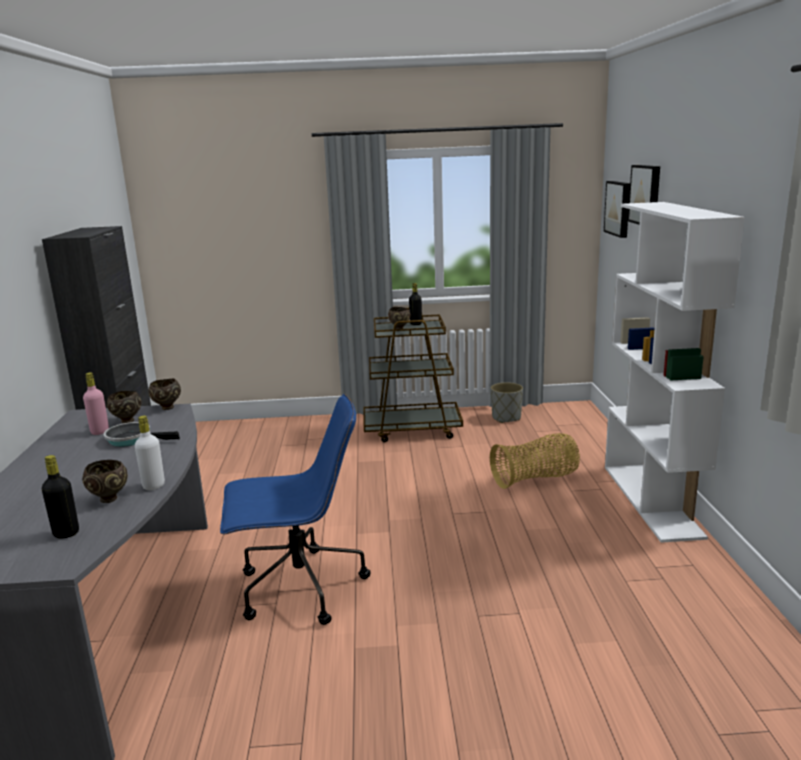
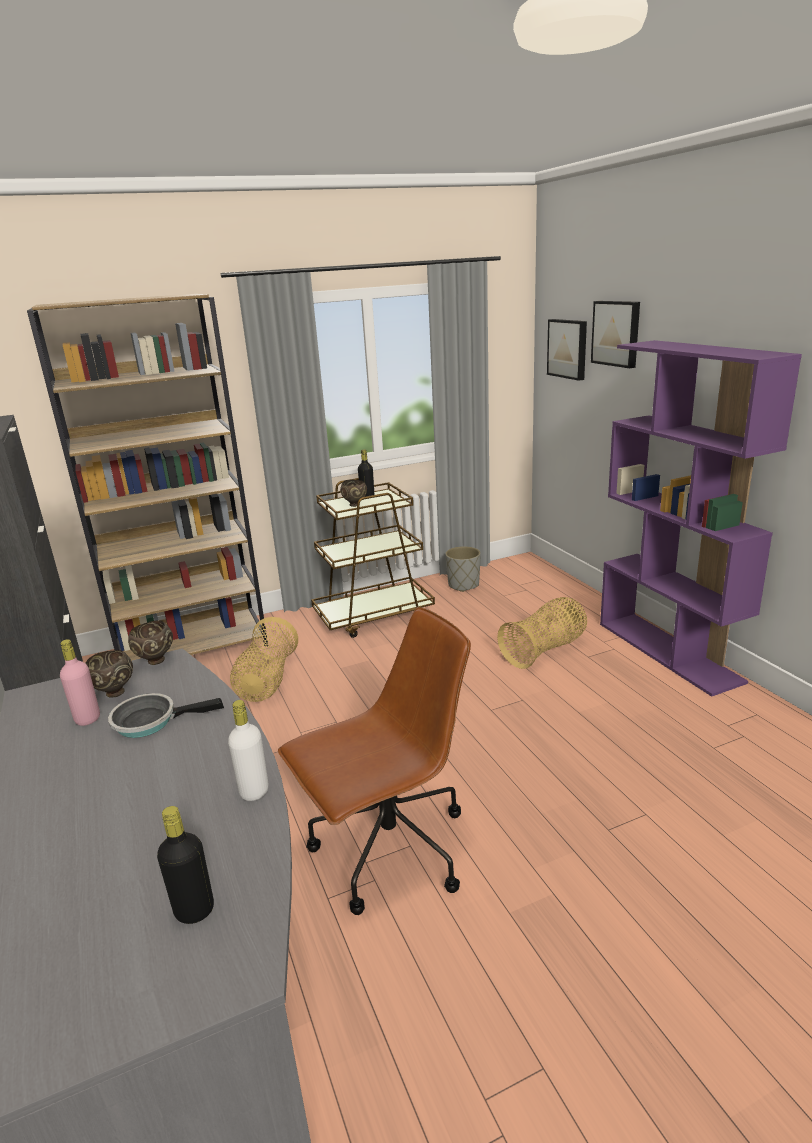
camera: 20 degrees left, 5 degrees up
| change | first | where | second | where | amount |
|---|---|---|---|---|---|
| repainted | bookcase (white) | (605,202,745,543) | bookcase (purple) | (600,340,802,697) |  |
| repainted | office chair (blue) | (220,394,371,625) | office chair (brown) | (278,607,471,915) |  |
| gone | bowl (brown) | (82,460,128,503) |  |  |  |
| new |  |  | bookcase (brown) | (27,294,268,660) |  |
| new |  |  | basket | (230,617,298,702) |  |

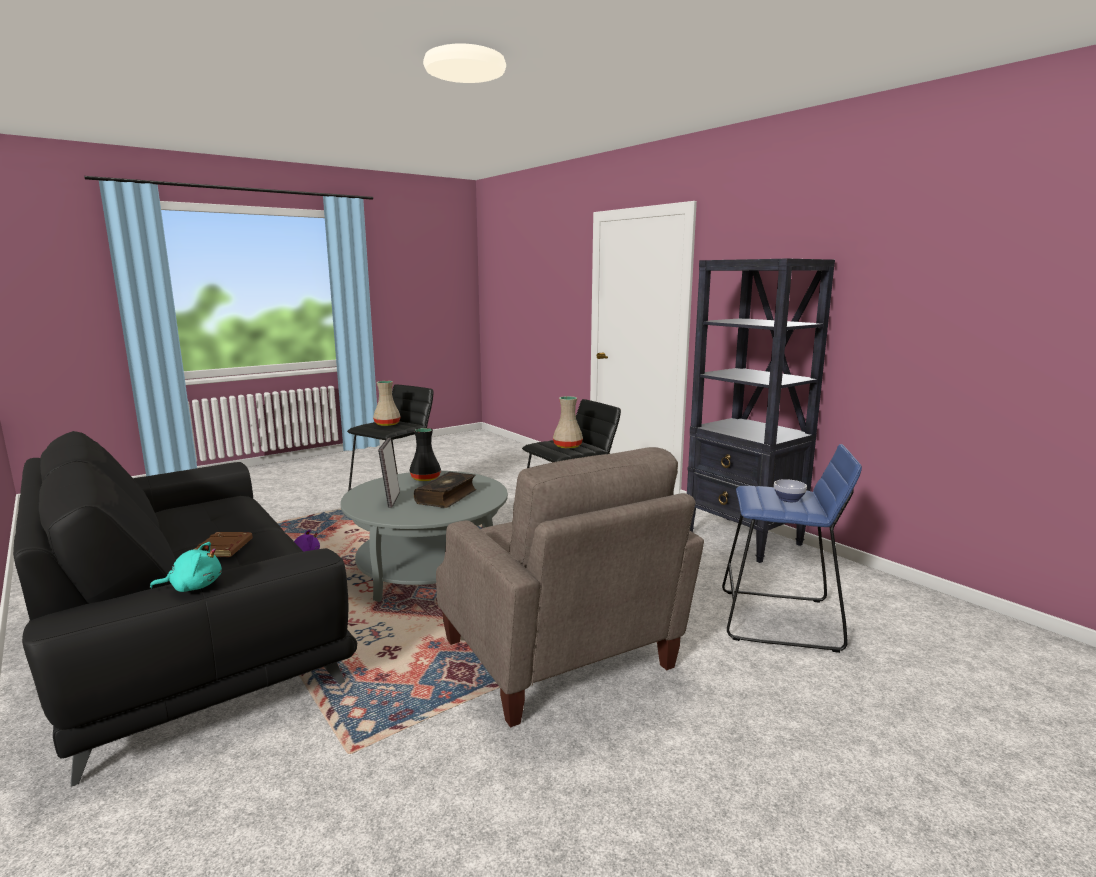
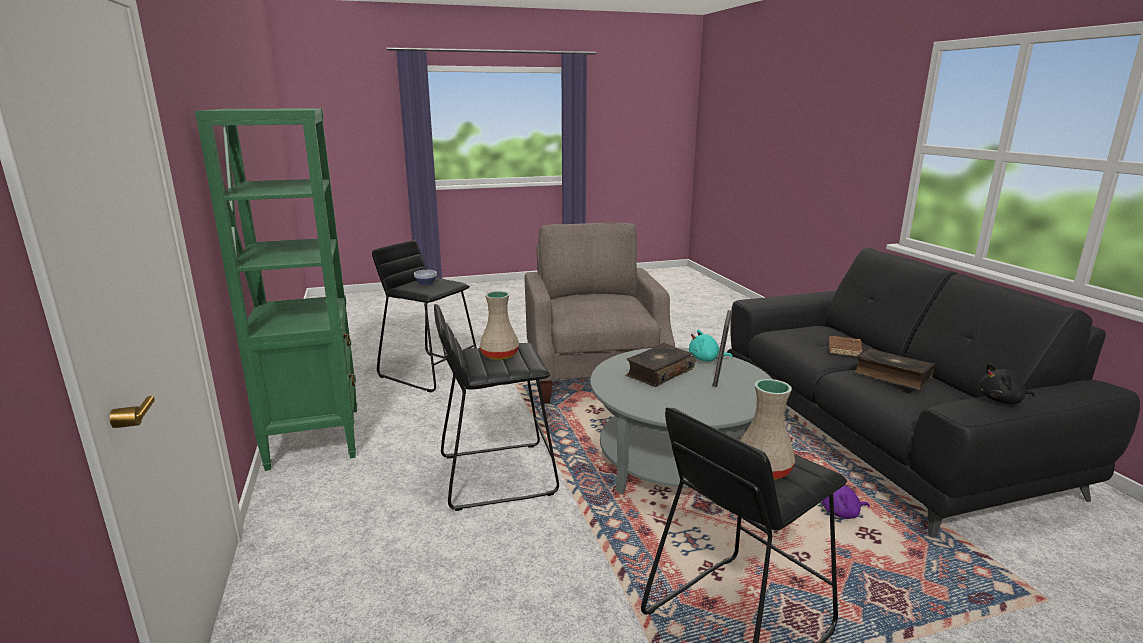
camera: 160 degrees left, 5 degrees up
| change | first | where | second | where | amount |
|---|---|---|---|---|---|
| repainted | bookcase (black) | (687,258,835,563) | bookcase (green) | (195,108,357,471) |  |
| gone | vase (black) | (409,428,441,481) |  |  |  |
| repainted | stool (blue) | (722,444,862,653) | stool (black) | (372,240,477,392) |  |
| shifted | plush toy (turquoise) | (150,542,222,592) |  | (689,330,733,362) |  |
| new |  |  | book | (854,348,935,390) |  |
| new |  |  | plush toy (black) | (979,363,1035,404) |  |

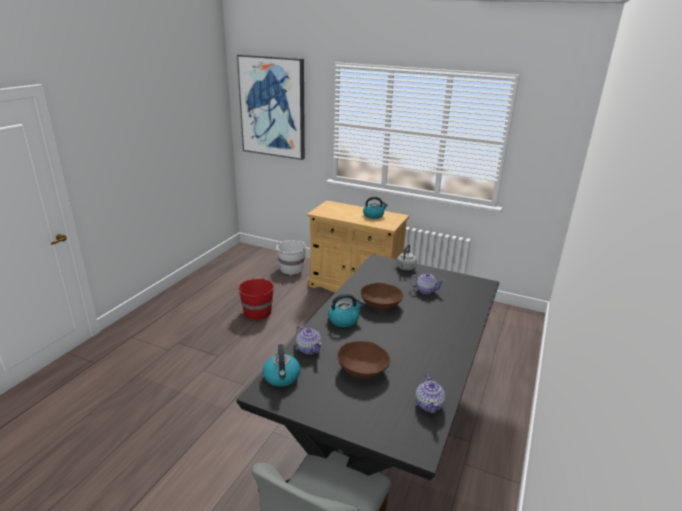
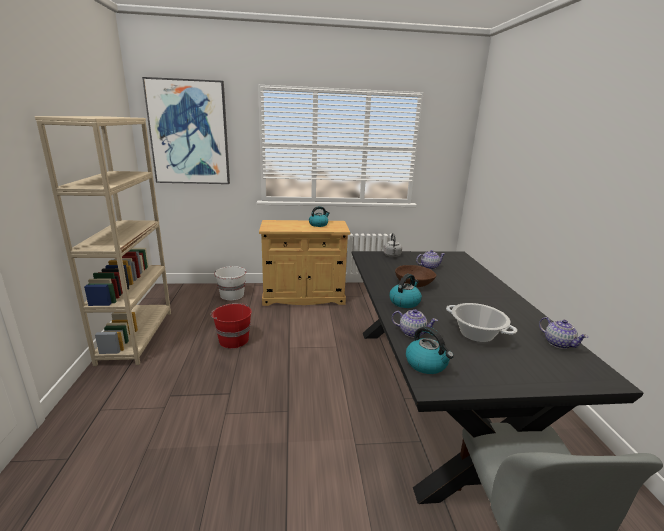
camera: 30 degrees left, 5 degrees down
| change | first | where | second | where | amount |
|---|---|---|---|---|---|
| swapped | bowl (brown) | (337,341,390,379) | cooking pot | (446,303,517,342) |  |
| new |  |  | bookcase (beige) | (35,116,171,366) |  |

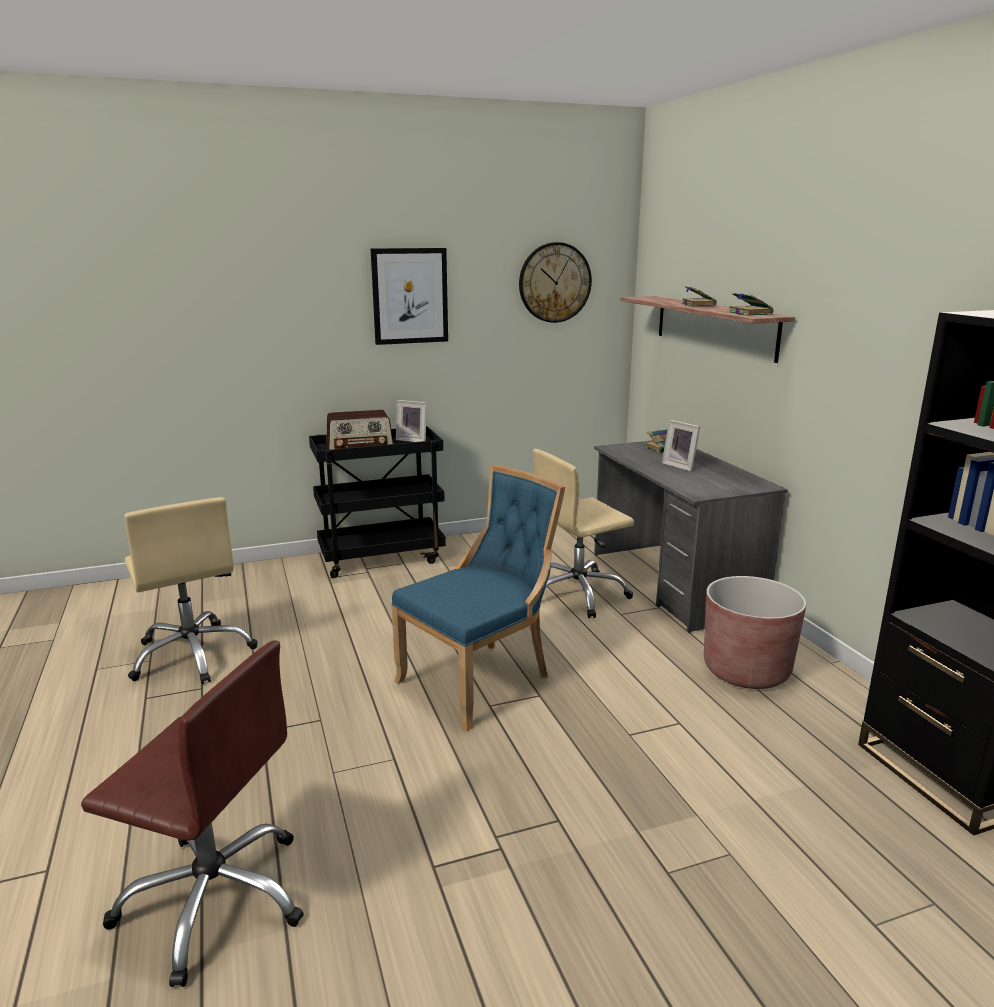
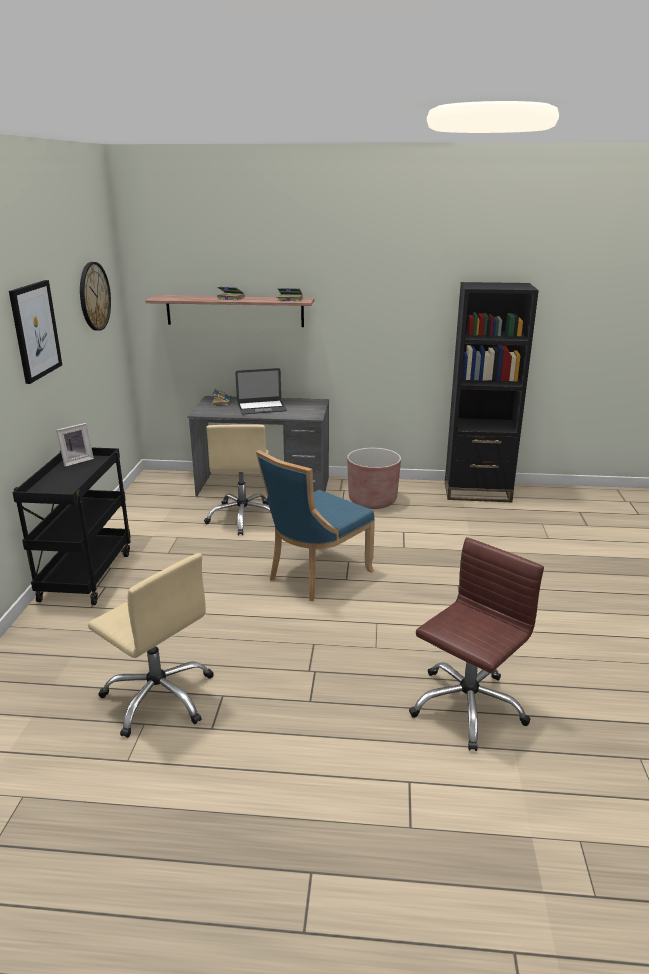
camera: 65 degrees left, 5 degrees up
| change | first | where | second | where | amount |
|---|---|---|---|---|---|
| gone | radio | (326,410,393,450) |  |  |  |
| swapped | picture frame | (662,420,700,472) | laptop | (235,368,287,414) |  |
| rotated | chair (blue) | (391,465,565,731) |  | (256,450,375,601) | 120 degrees counterclockwise |
| rotated | office chair (beige) | (125,497,258,684) |  | (88,553,214,738) | 45 degrees clockwise |

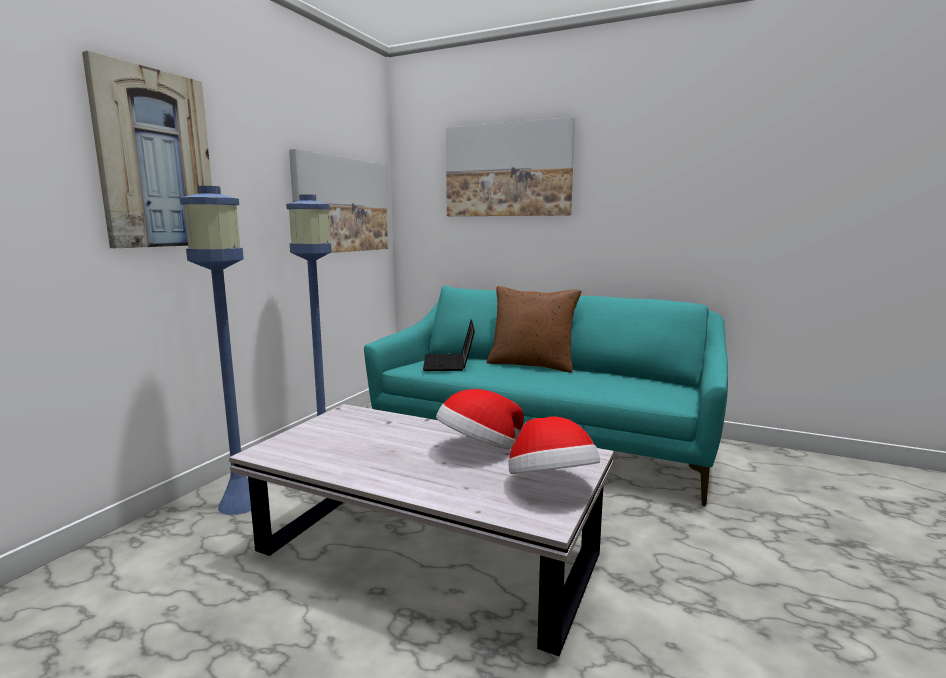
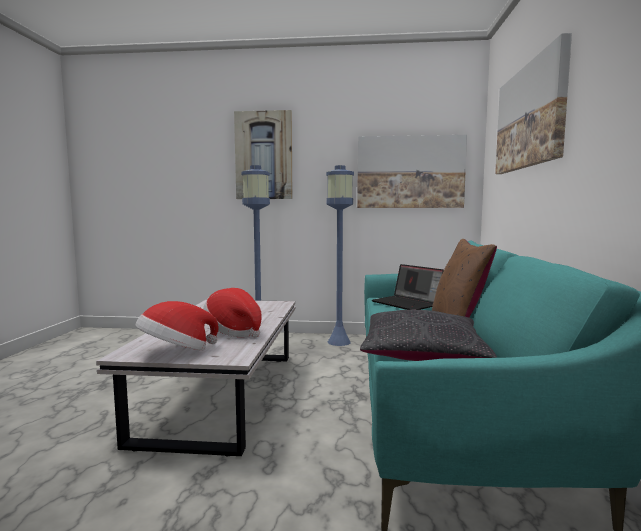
camera: 70 degrees right, 5 degrees down
| change | first | where | second | where | amount |
|---|---|---|---|---|---|
| rotated | laptop | (423,319,475,371) |  | (372,264,444,310) | 105 degrees counterclockwise |
| new |  |  | pillow (black) | (360,310,497,361) |  |

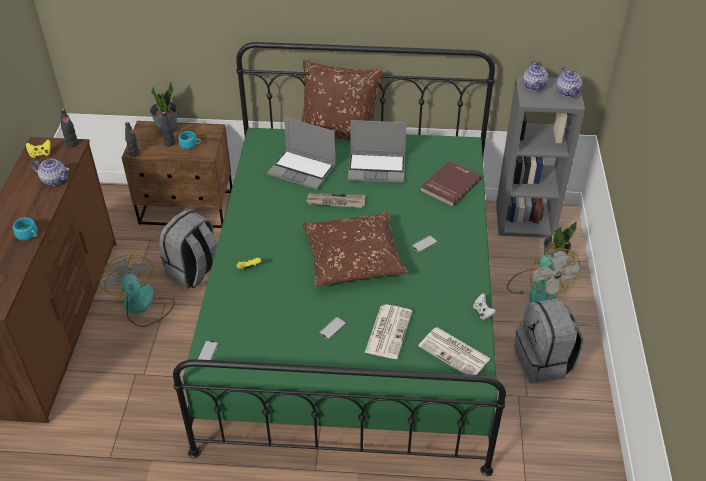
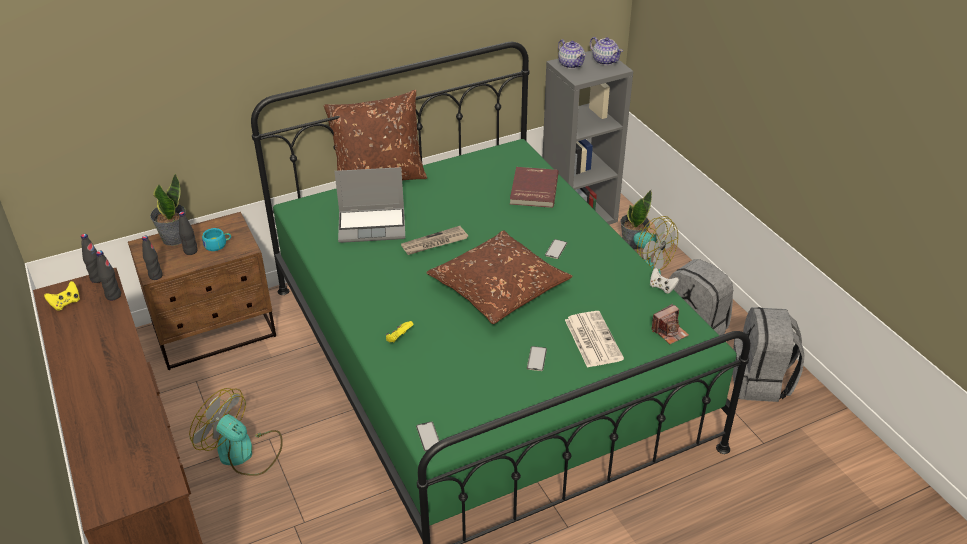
camera: 30 degrees left, 5 degrees down
| change | first | where | second | where | amount |
|---|---|---|---|---|---|
| gone | laptop | (348,120,407,183) |  |  |  |
| gone | teapot | (32,159,70,186) |  |  |  |
| shifted | backpack (grey) | (159,210,218,289) |  | (732,307,805,402) |  |
| gone | cup (turquoise) | (13,217,37,241) |  |  |  |
| swapped | newspaper | (418,327,491,375) | photo camera | (651,304,689,344) |  |
| new |  |  | bottle (black) | (96,251,121,301) |  |

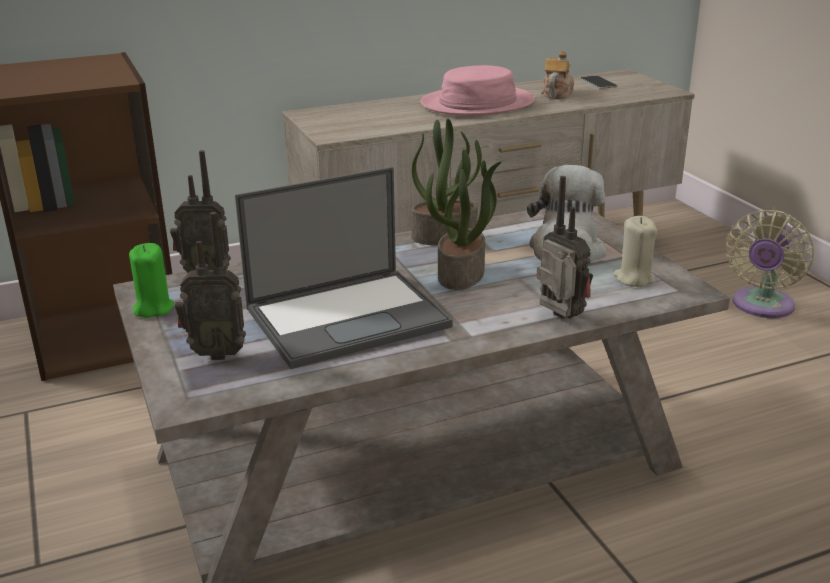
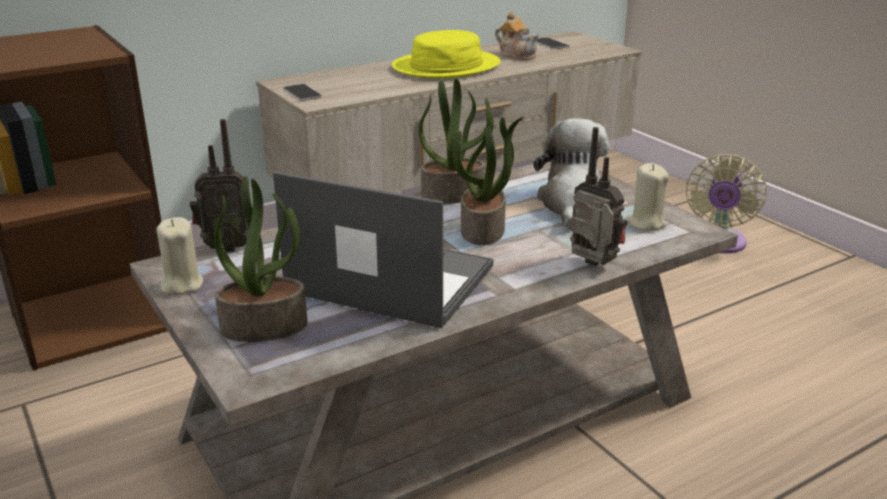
camera: 10 degrees left, 0 degrees up
| change | first | where | second | where | amount |
|---|---|---|---|---|---|
| rotated | teapot | (541,51,574,99) |  | (495,12,539,60) | 120 degrees clockwise |
| repainted | hat (pink) | (421,65,535,116) | hat (yellow) | (392,30,501,78) |  |
| rotated | laptop | (235,167,453,369) |  | (273,171,493,328) | 120 degrees counterclockwise |
| swapped | radio | (175,212,246,360) | potted plant | (214,176,307,342) |  |
| repainted | candle (green) | (129,243,174,318) | candle (beige) | (156,217,203,295) |  |
| new |  |  | phone | (283,84,322,101) |  |

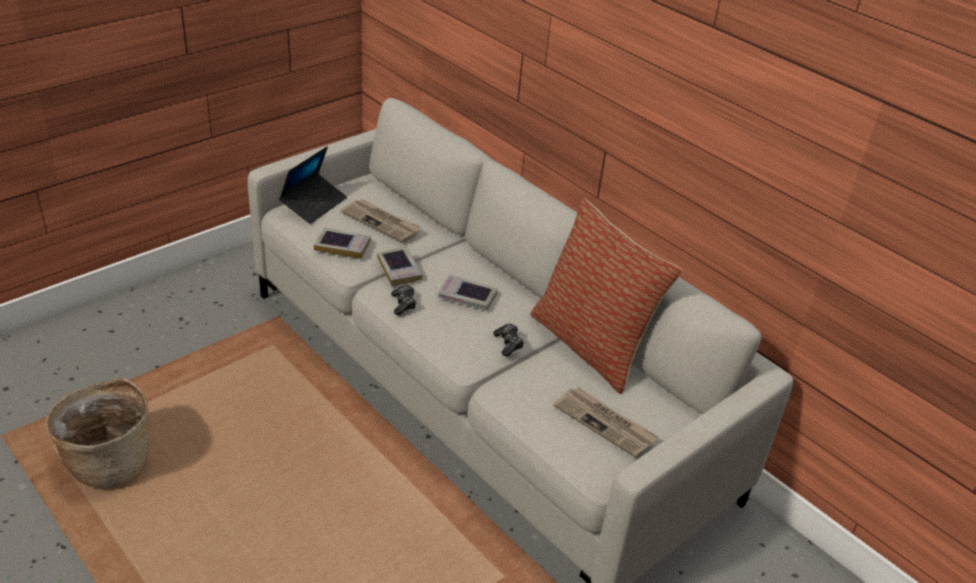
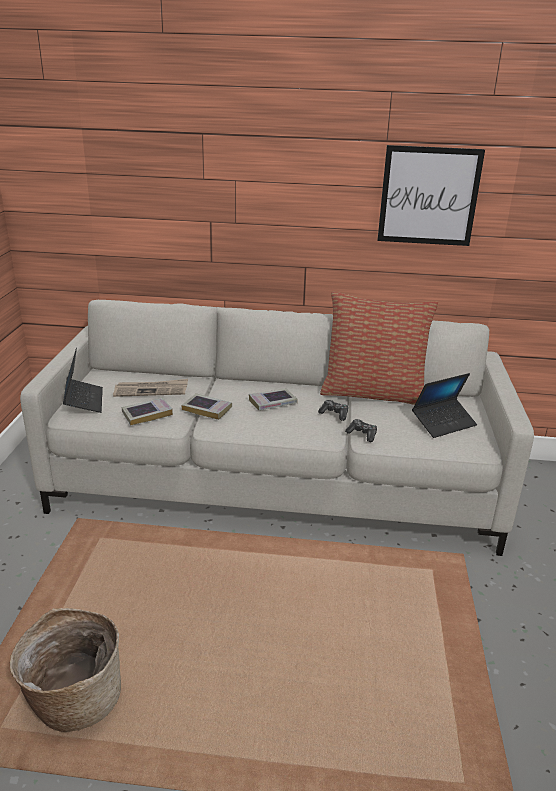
camera: 40 degrees left, 10 degrees down
| change | first | where | second | where | amount |
|---|---|---|---|---|---|
| shifted | game controller | (391,285,417,315) |  | (345,419,377,442) |  |
| swapped | newspaper | (553,387,659,458) | laptop | (412,373,477,438) |  |
| new |  |  | picture | (377,145,485,246) |  |

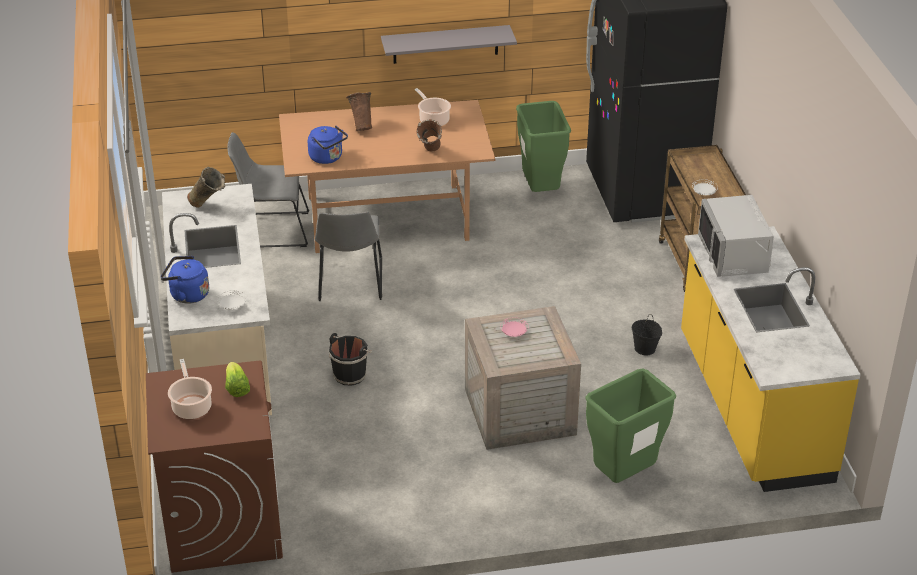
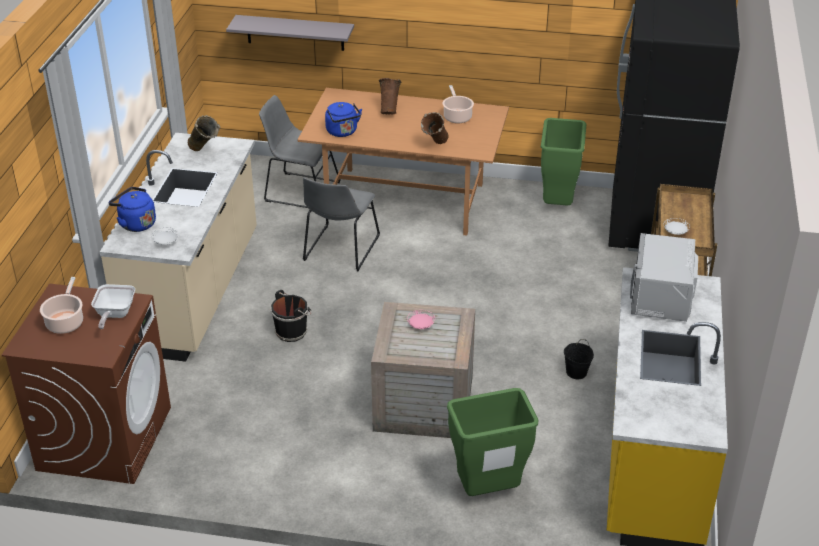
camera: 20 degrees right, 0 degrees up
| change | first | where | second | where | amount |
|---|---|---|---|---|---|
| shifted | shelf (grey) | (381,25,517,64) |  | (226,15,354,51) |  |
| swapped | lettuce | (225,362,250,397) | frying pan | (91,284,135,329) |  |

